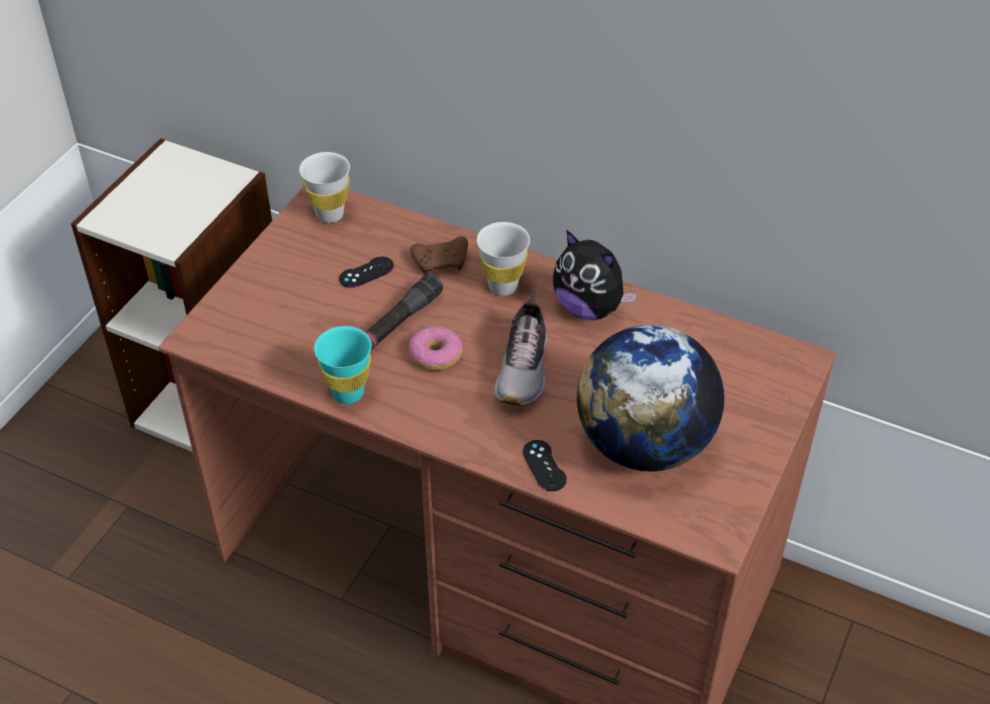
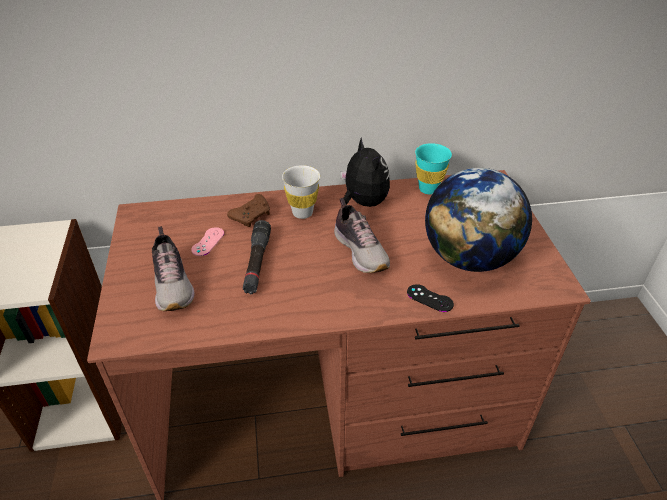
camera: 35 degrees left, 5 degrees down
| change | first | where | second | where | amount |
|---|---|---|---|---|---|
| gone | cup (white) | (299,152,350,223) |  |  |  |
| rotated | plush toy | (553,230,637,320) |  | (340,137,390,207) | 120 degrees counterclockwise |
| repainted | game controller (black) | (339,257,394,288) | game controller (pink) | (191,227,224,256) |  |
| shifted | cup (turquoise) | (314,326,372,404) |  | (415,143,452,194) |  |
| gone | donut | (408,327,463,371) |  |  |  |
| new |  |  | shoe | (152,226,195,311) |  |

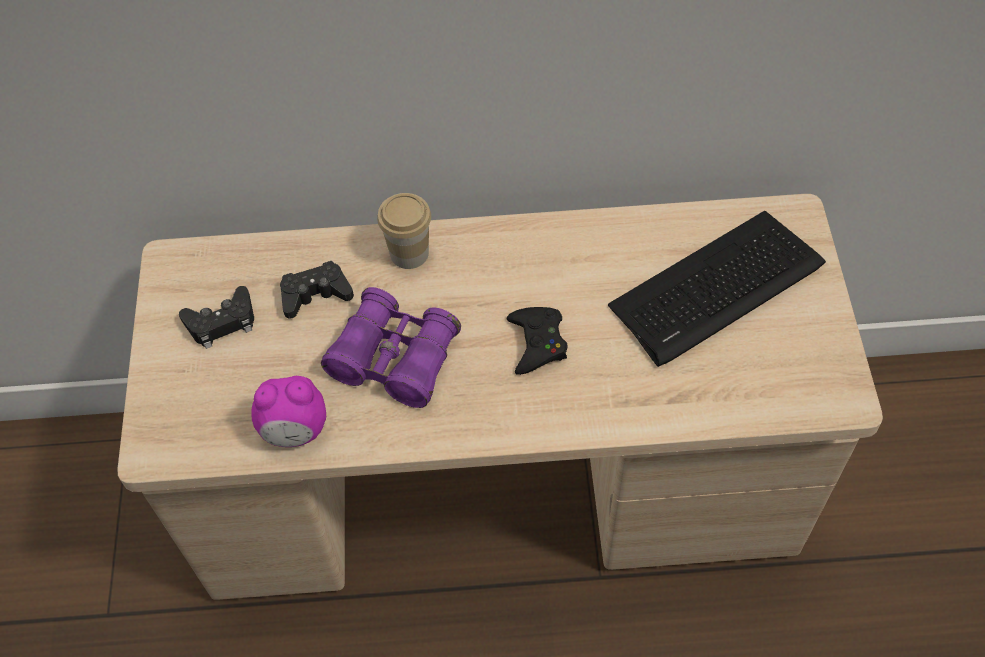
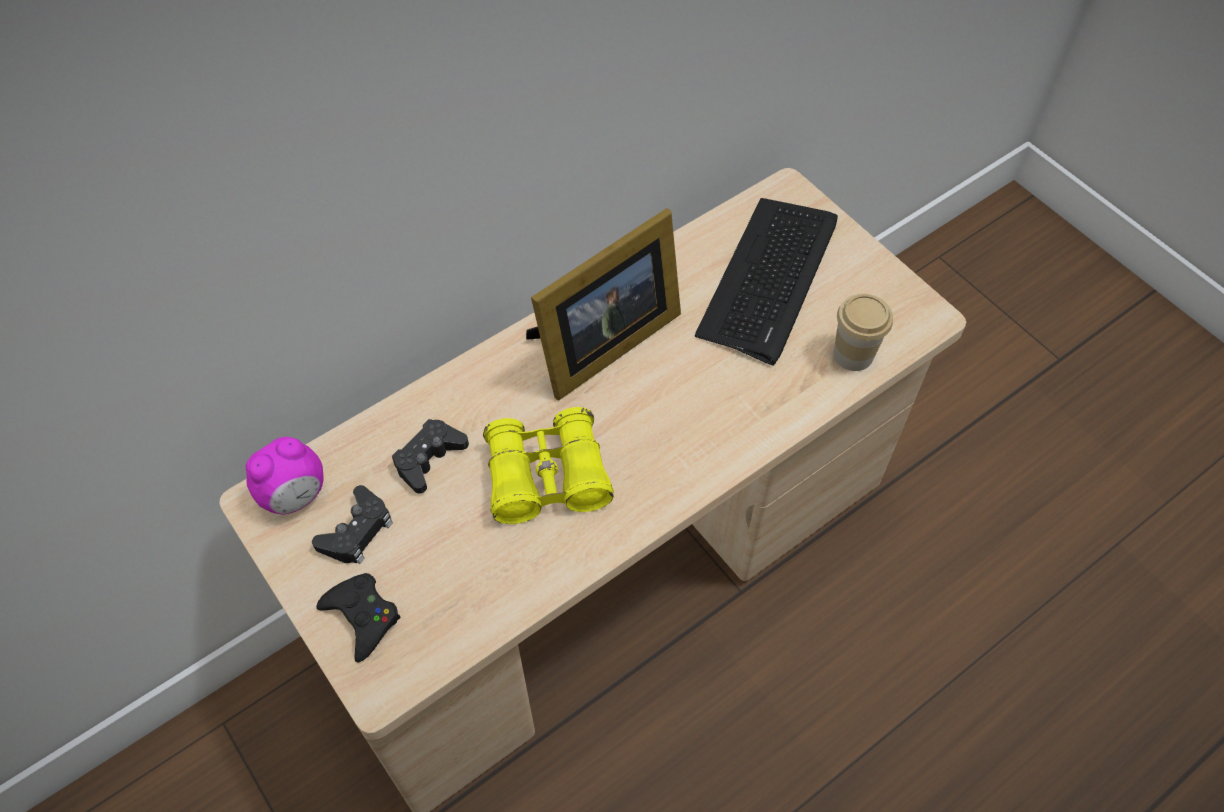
camera: 35 degrees left, 0 degrees up
| change | first | where | second | where | amount |
|---|---|---|---|---|---|
| shifted | cup | (377,193,431,269) |  | (833,294,893,371) |  |
| repainted | binoculars (purple) | (321,287,461,408) | binoculars (yellow) | (483,407,614,524) |  |
| shifted | game controller (black) | (507,307,567,375) |  | (316,573,401,663) |  |
| shifted | alarm clock | (251,376,326,447) |  | (245,437,324,515) |  |
| new |  |  | picture frame | (526,208,681,400) |  |

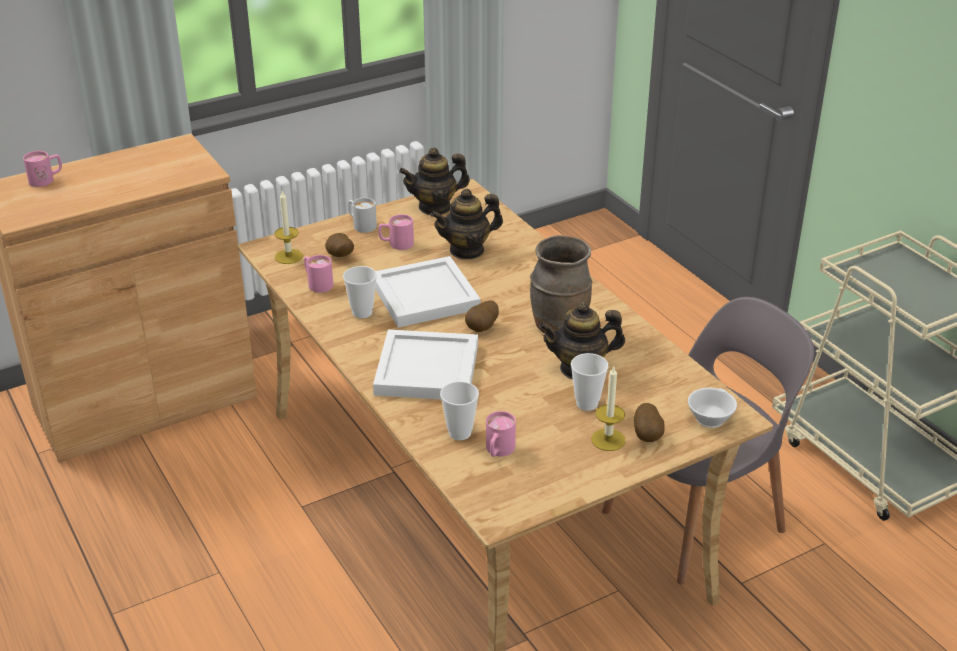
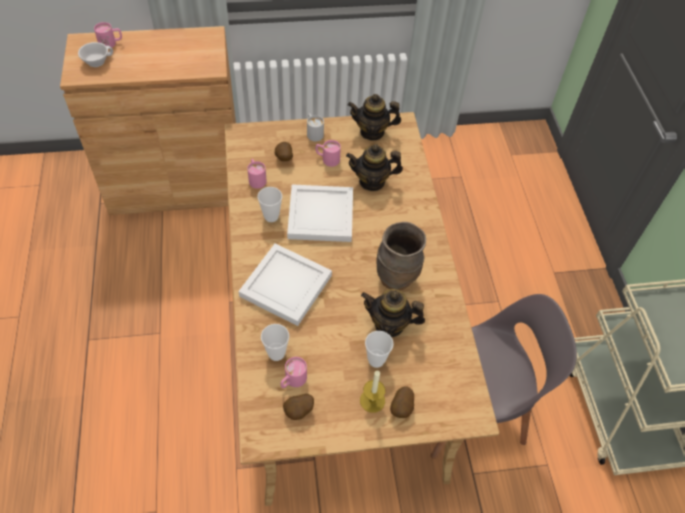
camera: 20 degrees right, 20 degrees up
| change | first | where | second | where | amount |
|---|---|---|---|---|---|
| gone | candle | (274,191,303,264) |  |  |  |
| shifted | potato | (465,300,499,332) |  | (283,394,314,420) |  |
| shifted | cup (white) | (688,388,737,428) |  | (78,42,113,67) |  |

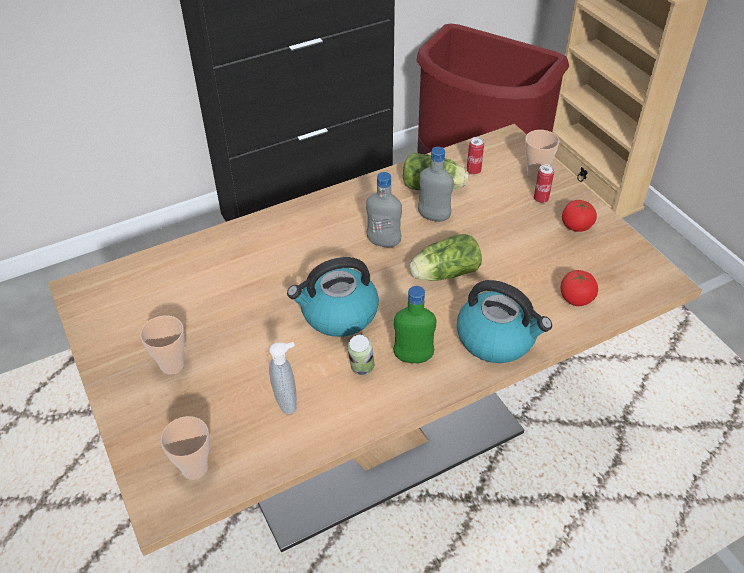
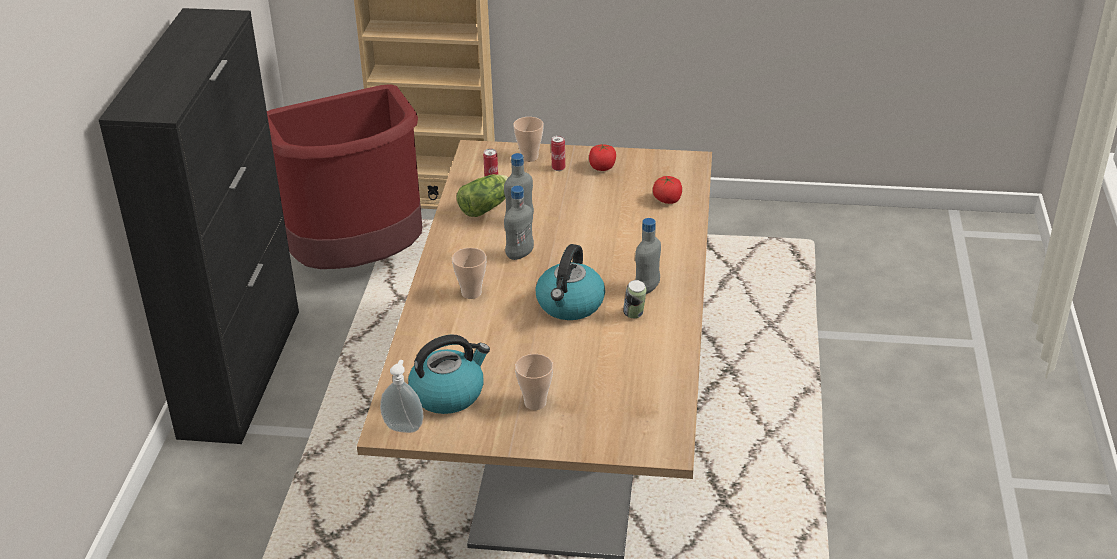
camera: 55 degrees left, 10 degrees down
| change | first | where | second | where | amount |
|---|---|---|---|---|---|
| gone | lettuce | (409,234,482,281) |  |  |  |
| shifted | kettle | (457,280,552,363) |  | (408,334,490,414) |  |
| repainted | bottle (green) | (393,286,436,363) | bottle (grey) | (635,218,661,294) |  |
| shifted | soap dispenser | (269,342,297,415) |  | (380,360,424,433) |  |
| shifted | cup | (160,416,210,480) |  | (452,248,487,299) |  |

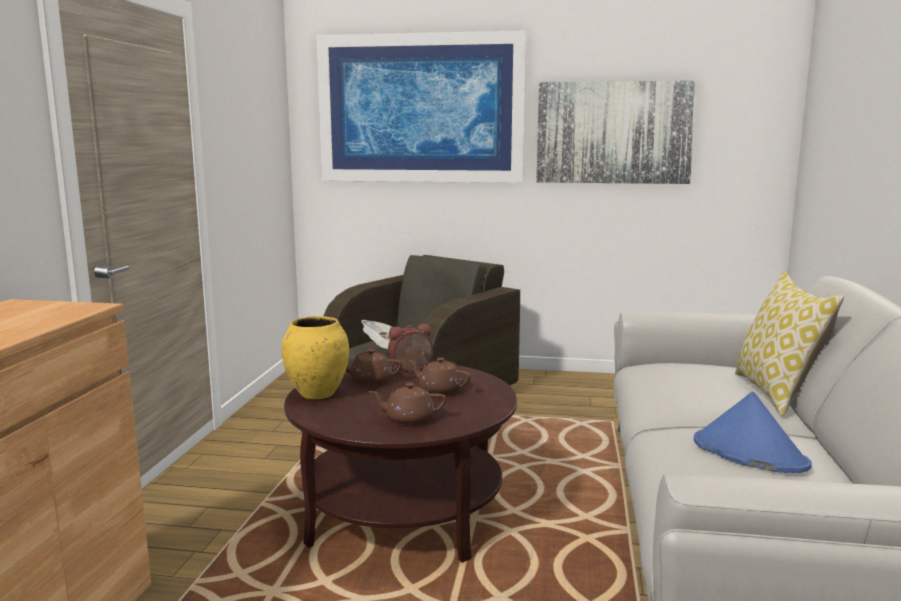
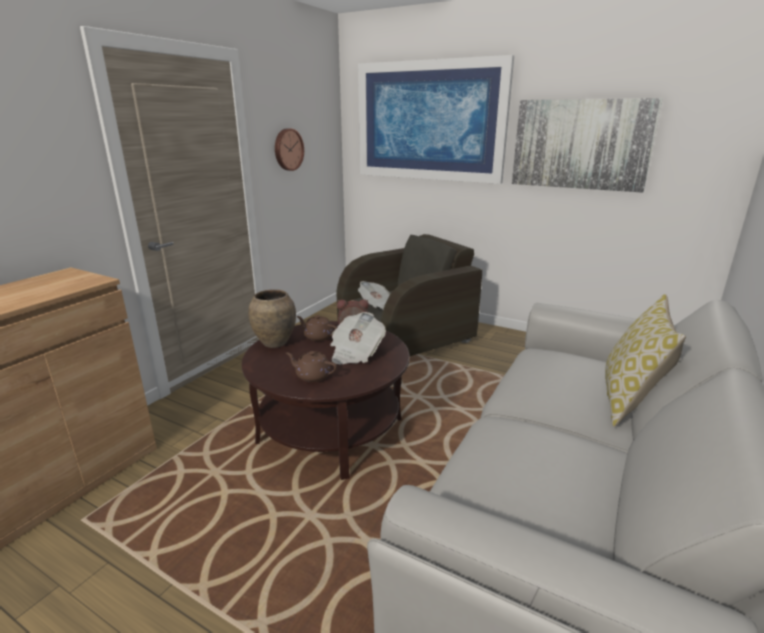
camera: 20 degrees right, 10 degrees up
| change | first | where | second | where | amount |
|---|---|---|---|---|---|
| repainted | vase (yellow) | (281,316,349,400) | vase (brown) | (248,289,296,348) |  |
| swapped | teapot (brown) | (408,358,471,395) | newspaper | (331,312,386,364) |  |
| gone | hat (blue) | (694,391,812,473) |  |  |  |
| new |  |  | wall clock | (275,128,304,171) |  |

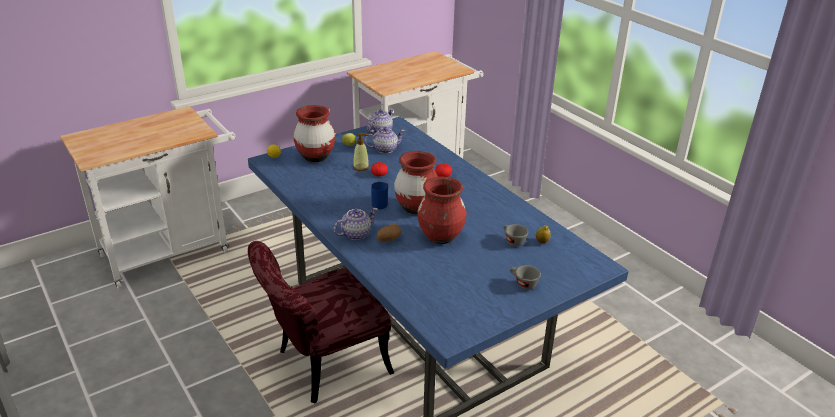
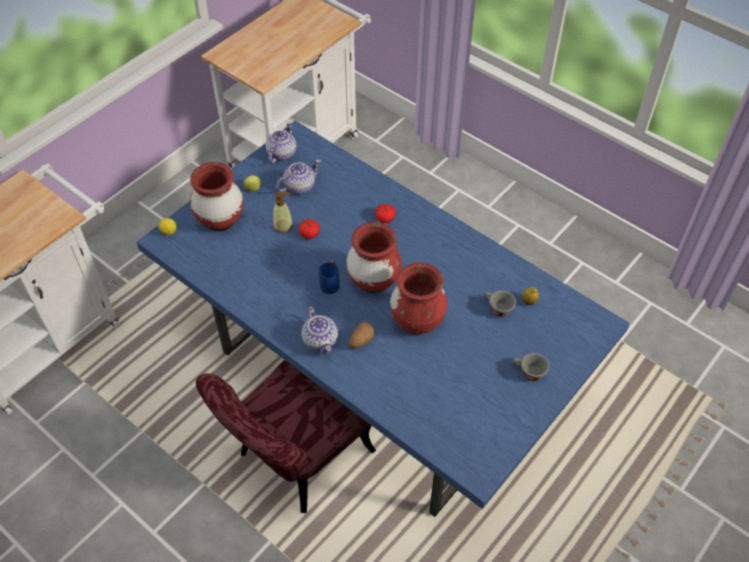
camera: 15 degrees left, 20 degrees up
| change | first | where | second | where | amount |
|---|---|---|---|---|---|
| rotated | teapot | (334,208,378,240) |  | (302,306,338,355) | 120 degrees clockwise |

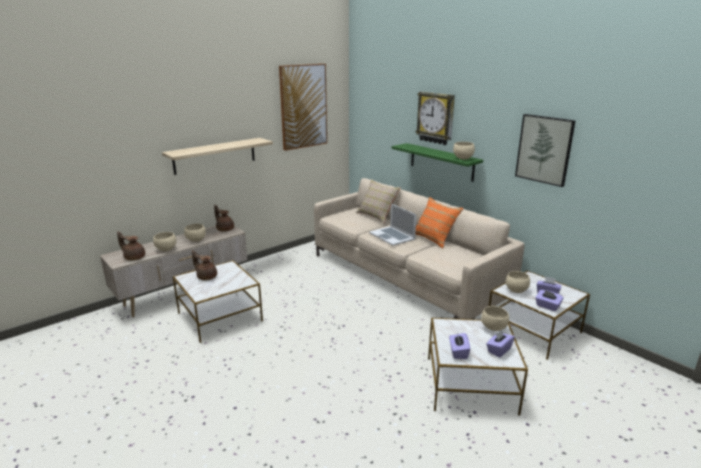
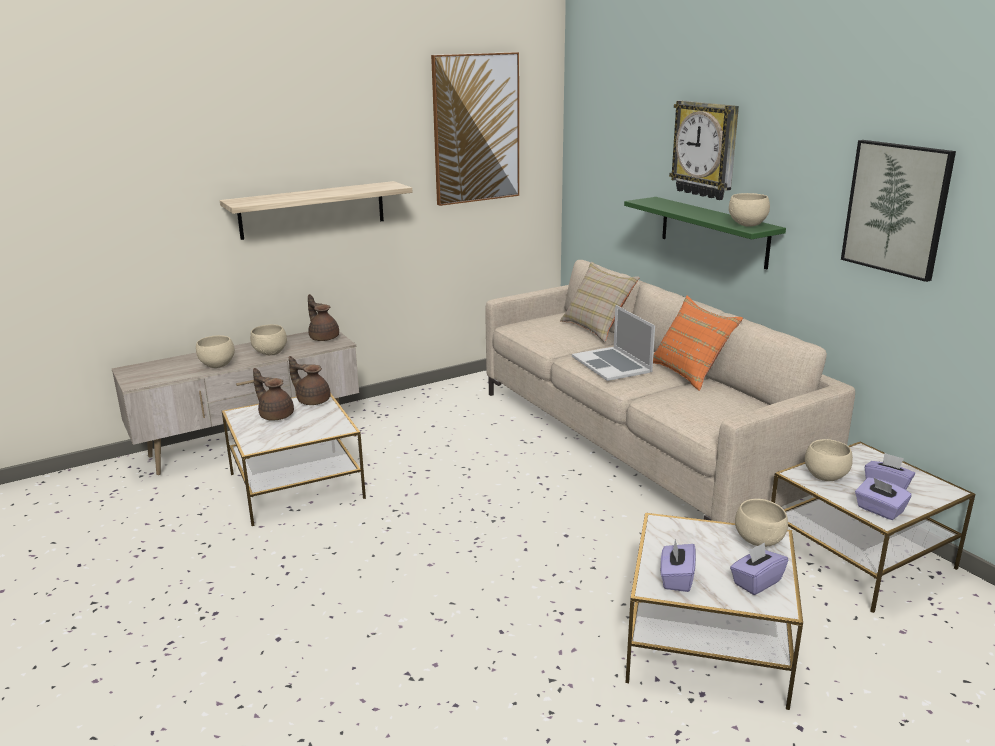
camera: 10 degrees right, 0 degrees up
| change | first | where | second | where | amount |
|---|---|---|---|---|---|
| shifted | teapot (brown) | (117,232,145,261) |  | (289,356,330,405) |  |

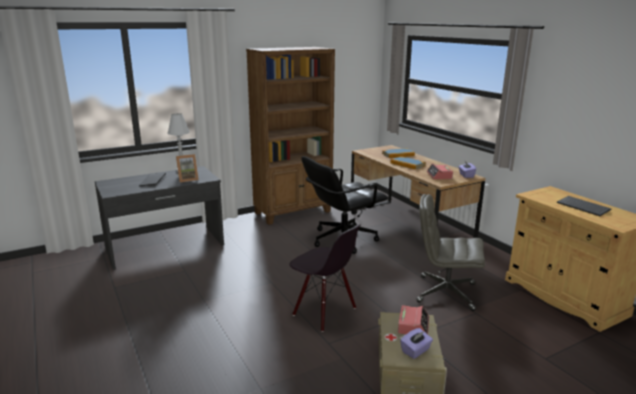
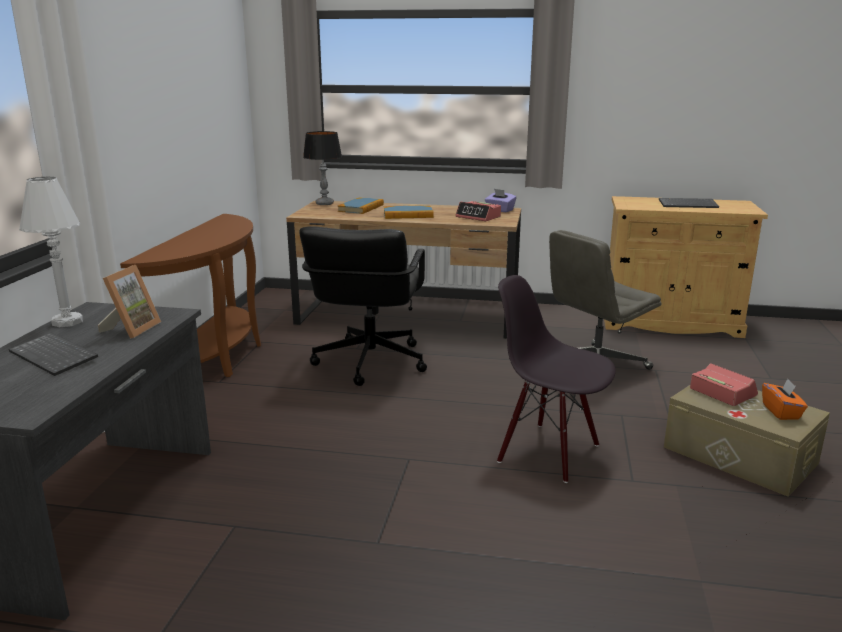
camera: 50 degrees left, 0 degrees up
| change | first | where | second | where | amount |
|---|---|---|---|---|---|
| swapped | bookcase (brown) | (246,47,335,225) | console table (brown) | (120,214,261,377) |  |
| rotated | chair (black) | (289,224,361,332) |  | (497,275,616,483) | 135 degrees counterclockwise |
| repainted | tissue box (purple) | (400,328,433,359) | tissue box (orange) | (762,379,808,420) |  |
| new |  |  | table lamp | (303,131,342,205) |  |

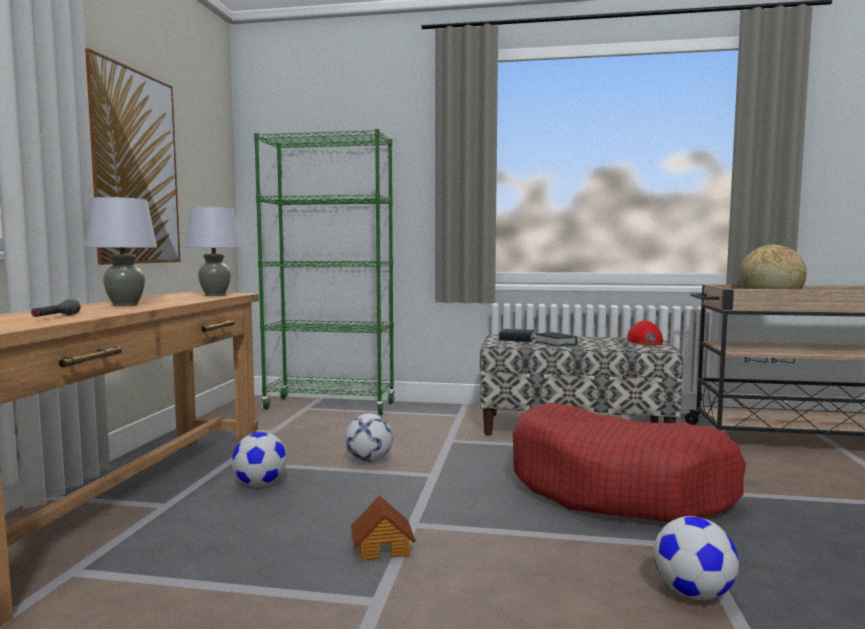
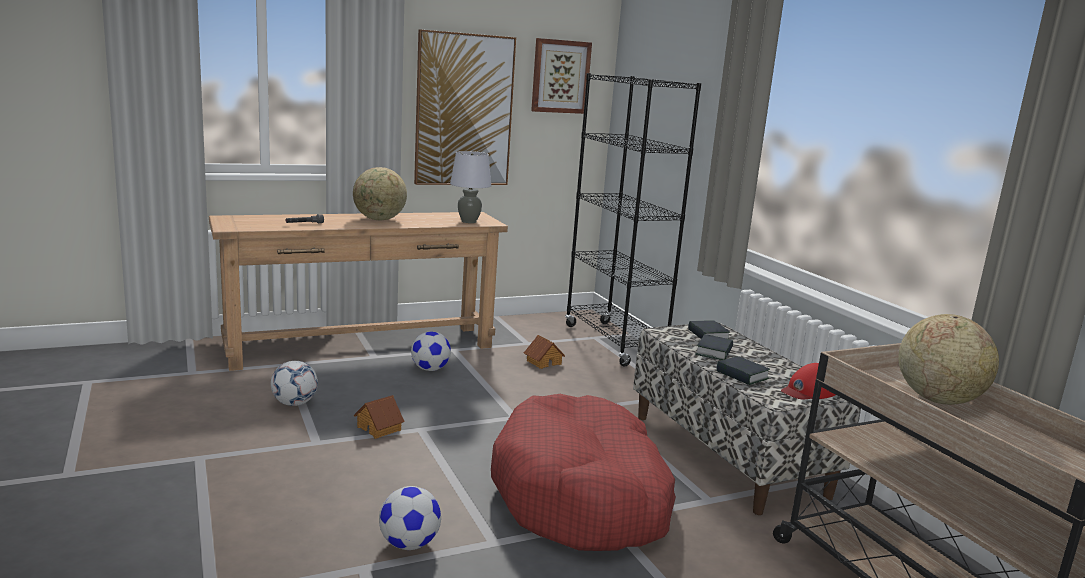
camera: 55 degrees right, 10 degrees up
| change | first | where | second | where | amount |
|---|---|---|---|---|---|
| repainted | bookcase (green) | (254,129,395,415) | bookcase (black) | (565,73,701,366) |  |
| swapped | table lamp (grey) | (86,197,157,306) | globe | (353,167,407,220) |  |
| shifted | football | (345,414,393,462) |  | (271,361,318,406) |  |
| new |  |  | picture | (531,38,592,114) |  |
| new |  |  | toy house | (524,335,565,369) |  |
| new |  |  | book | (716,356,770,385) |  |

